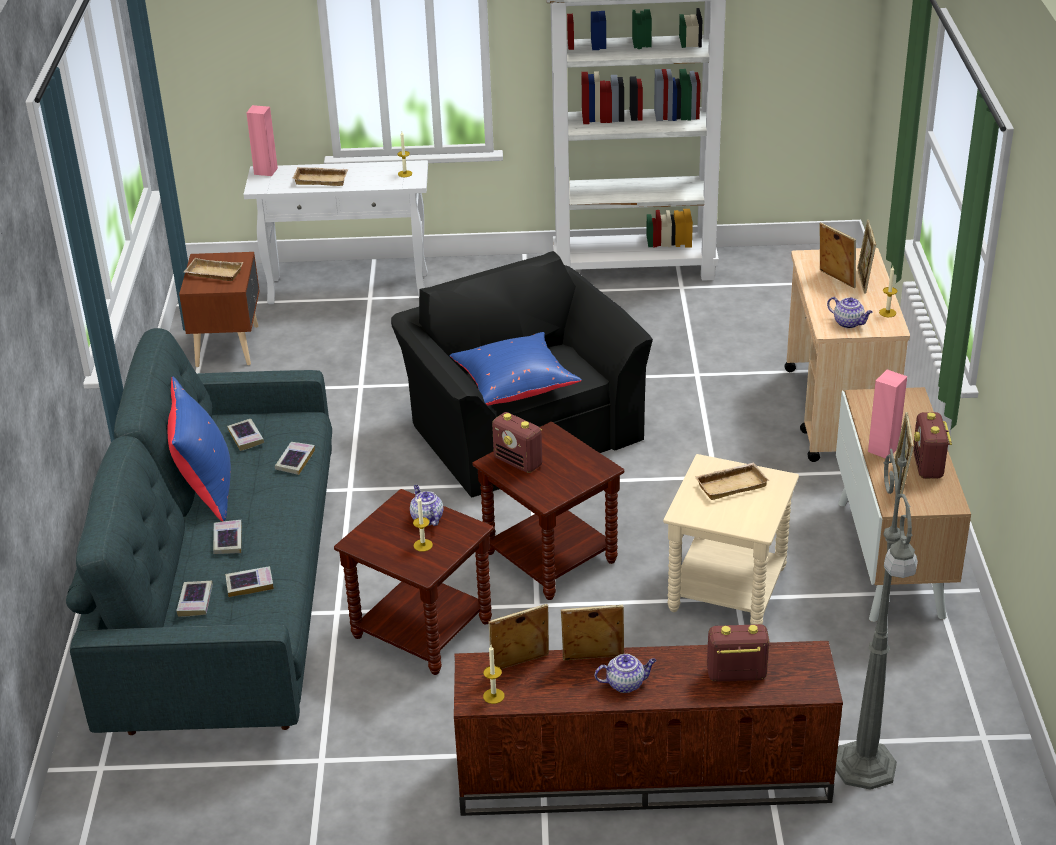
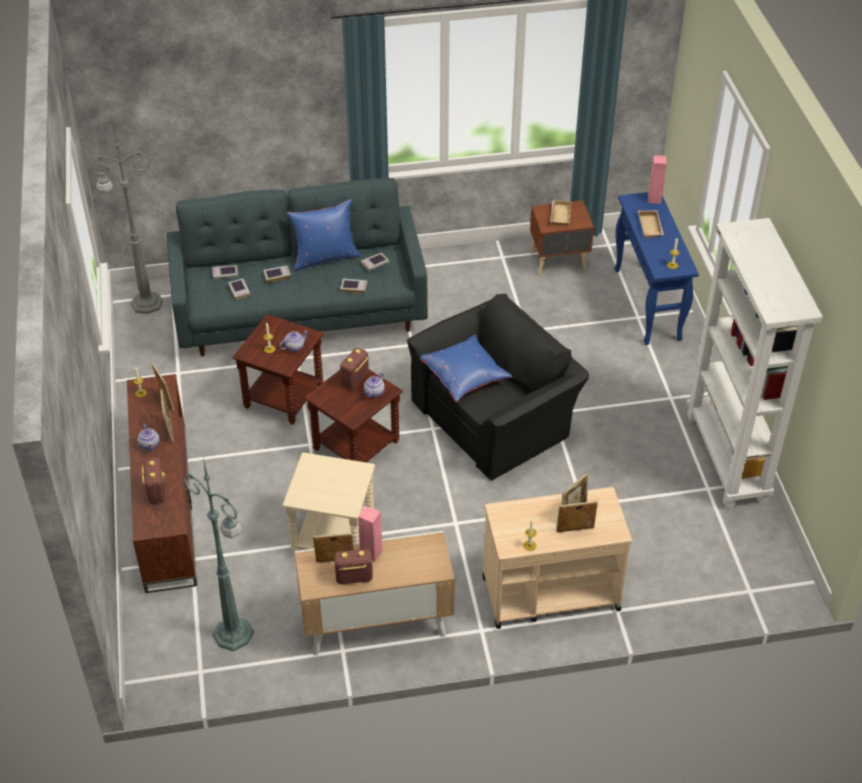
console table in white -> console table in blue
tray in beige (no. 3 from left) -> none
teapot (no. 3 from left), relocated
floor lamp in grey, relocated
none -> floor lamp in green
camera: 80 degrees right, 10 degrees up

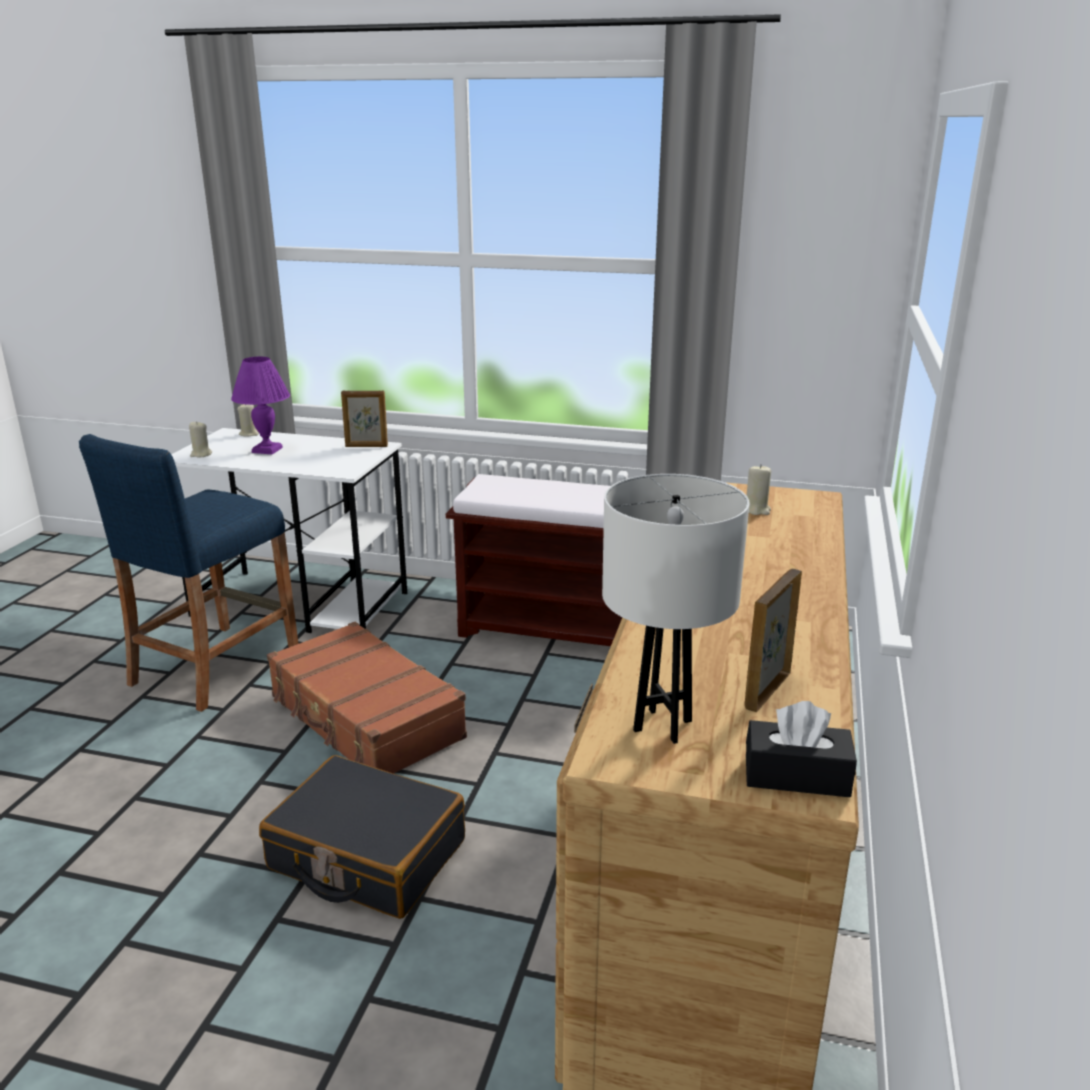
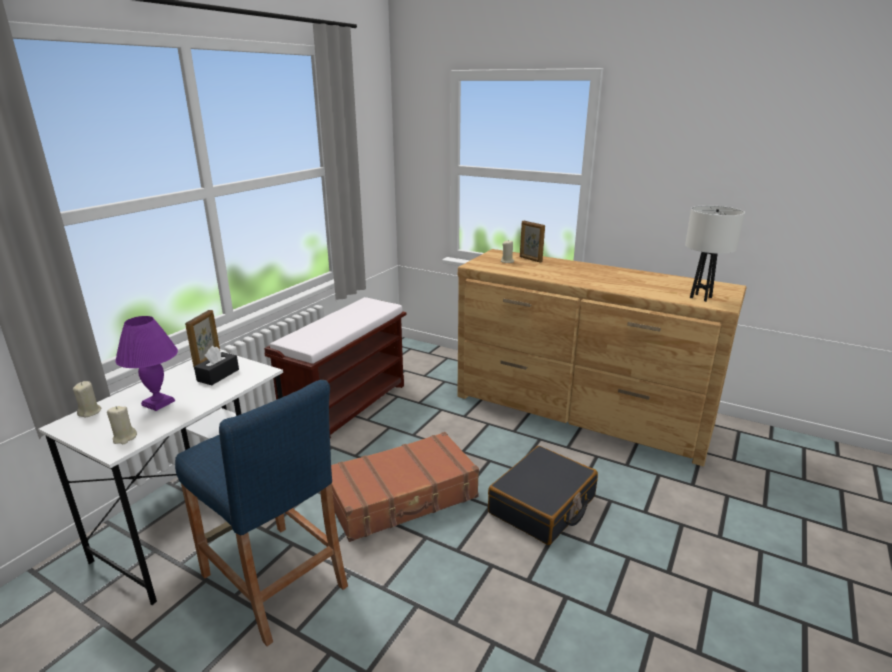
picture frame (no. 2 from left), relocated
tissue box in black, relocated
camera: 75 degrees left, 0 degrees up

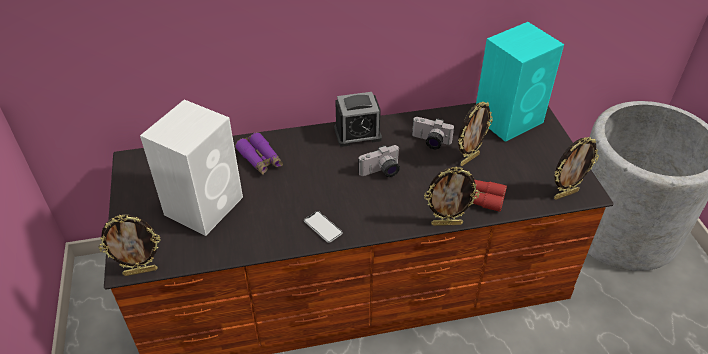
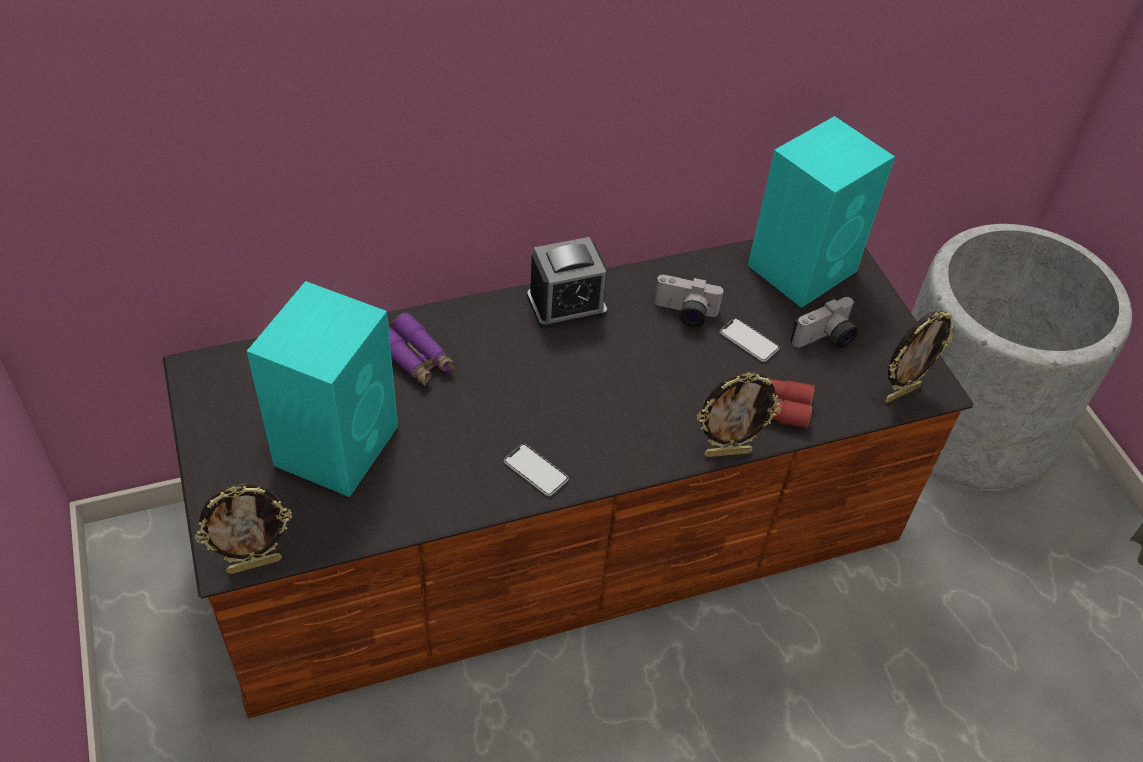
speaker in white -> speaker in turquoise (no. 1 from left)
photo camera (no. 1 from left in the first image) -> photo camera (no. 2 from left), relocated
picture frame (no. 3 from left) -> phone (no. 2 from left)
camera: 10 degrees left, 5 degrees up

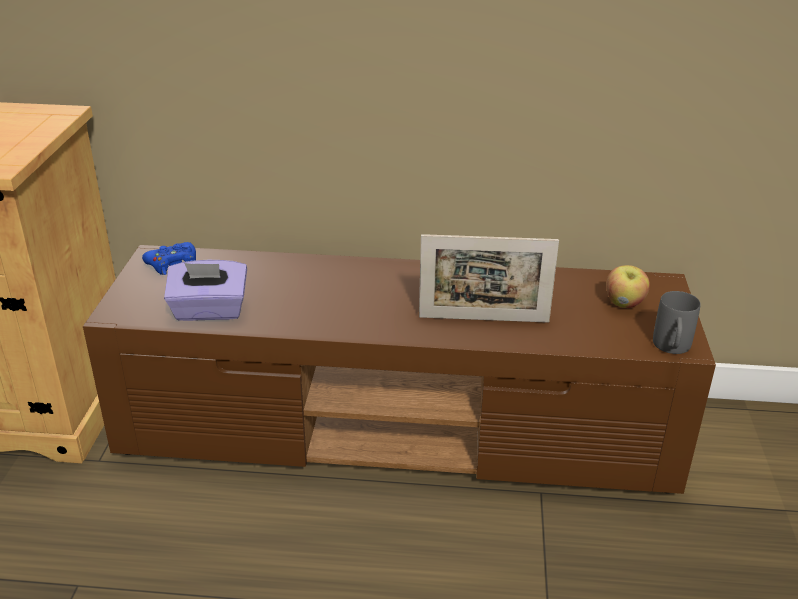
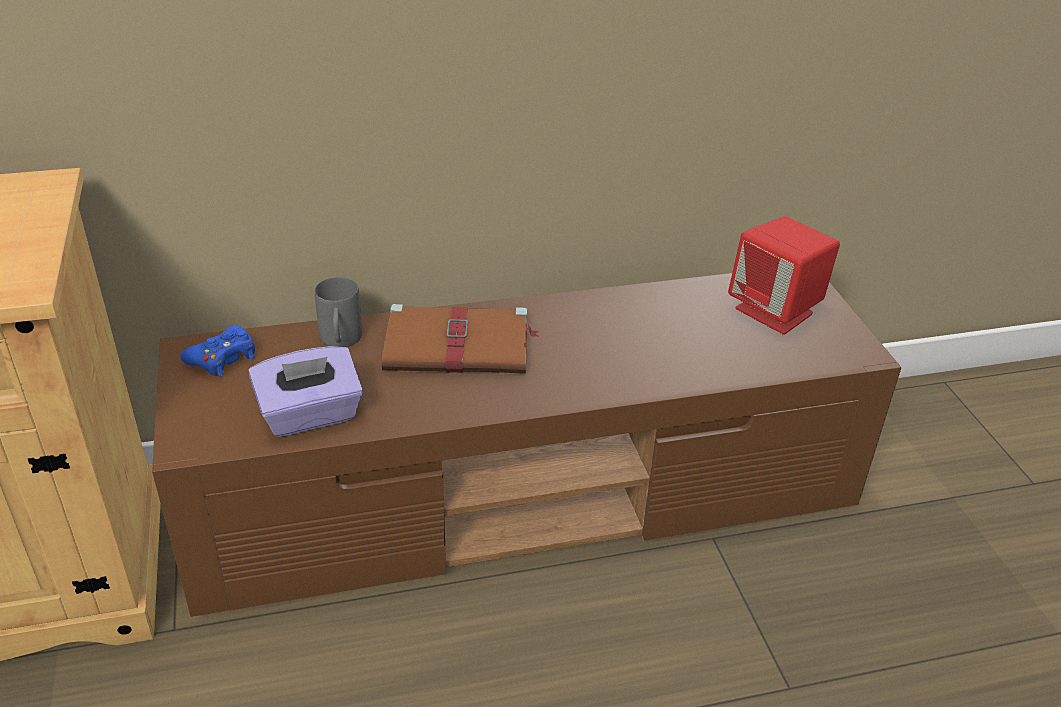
picture frame -> none
apple -> speaker in red
mug in grey, relocated
none -> book in brown
camera: 20 degrees left, 5 degrees up

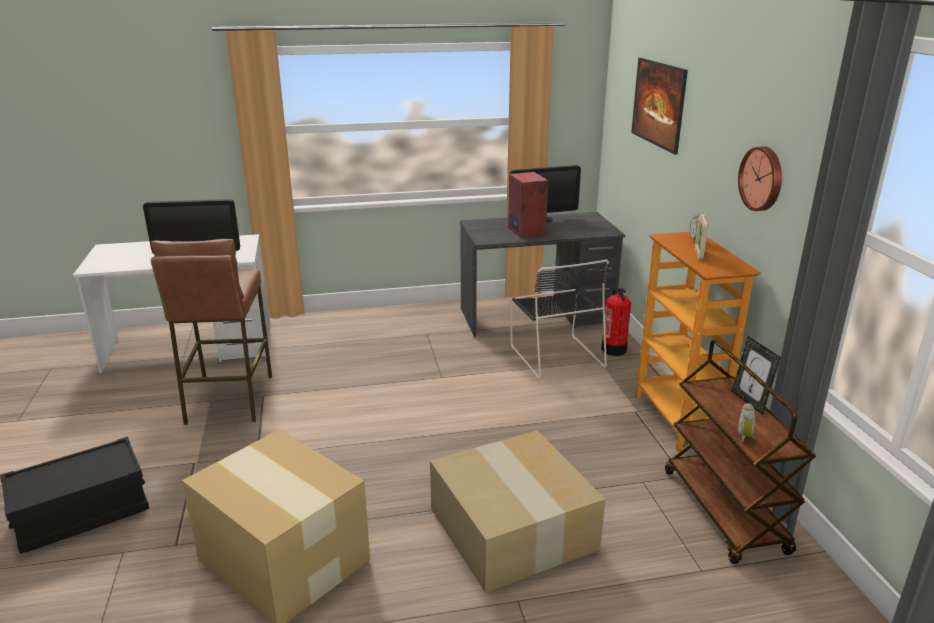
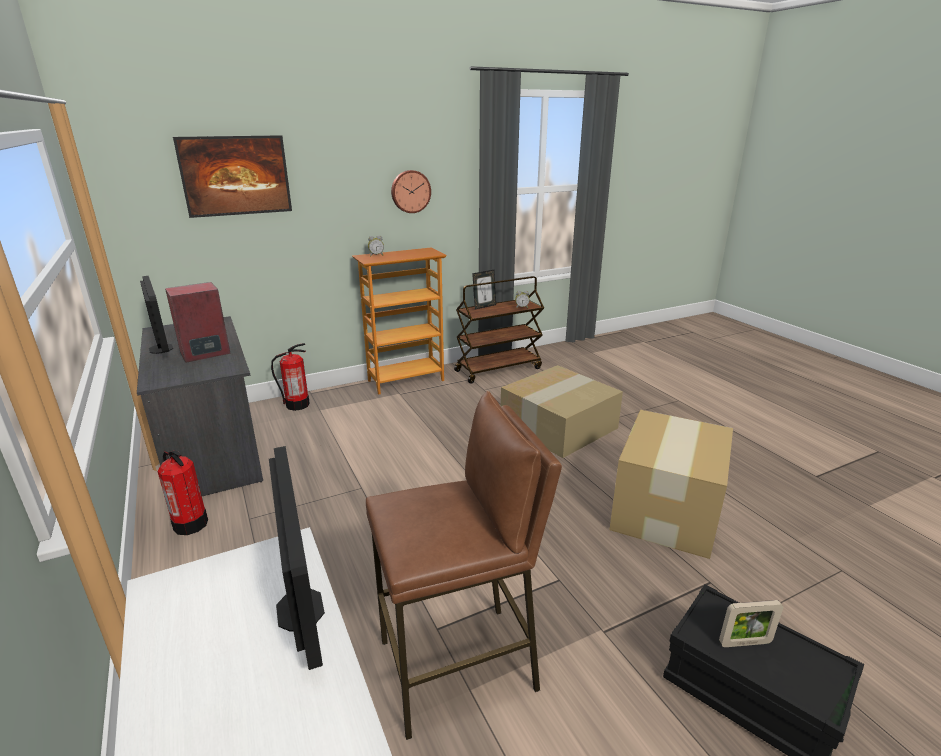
chair in black -> none
picture frame (no. 1 from left in the first image) -> picture frame (no. 2 from left), relocated
none -> fire extinguisher (no. 1 from left)
camera: 105 degrees left, 0 degrees up

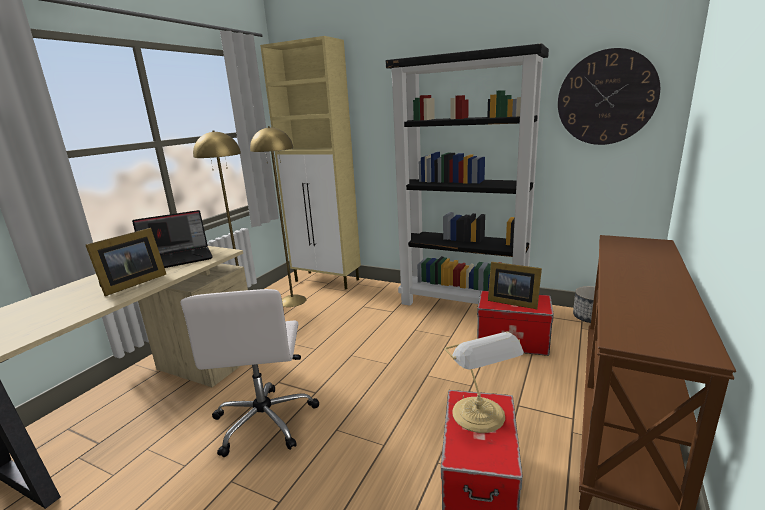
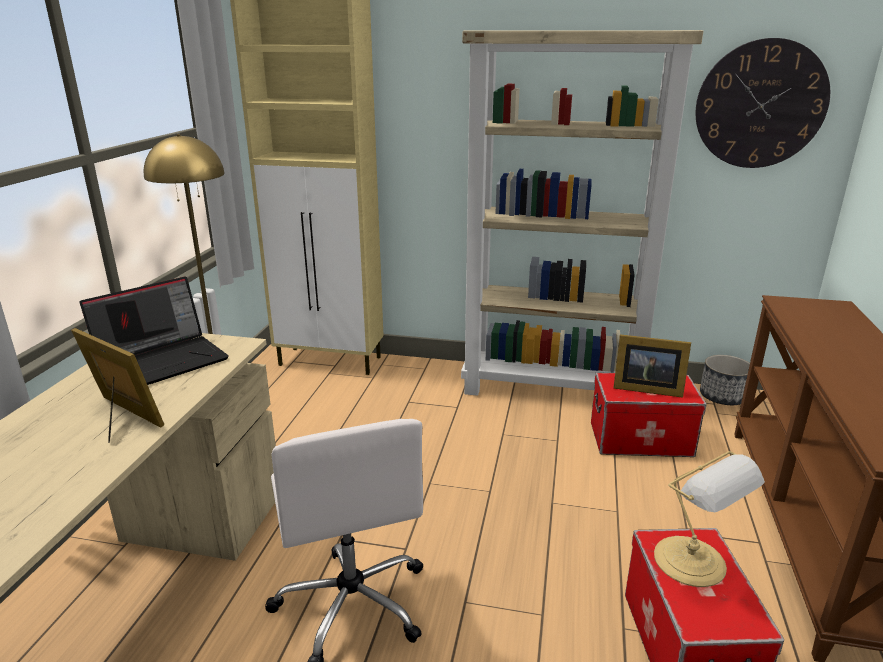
picture frame (no. 1 from left), 75 degrees counterclockwise
floor lamp in yellow (no. 2 from left) -> none
bookcase in black -> bookcase in beige
camera: 15 degrees left, 5 degrees up

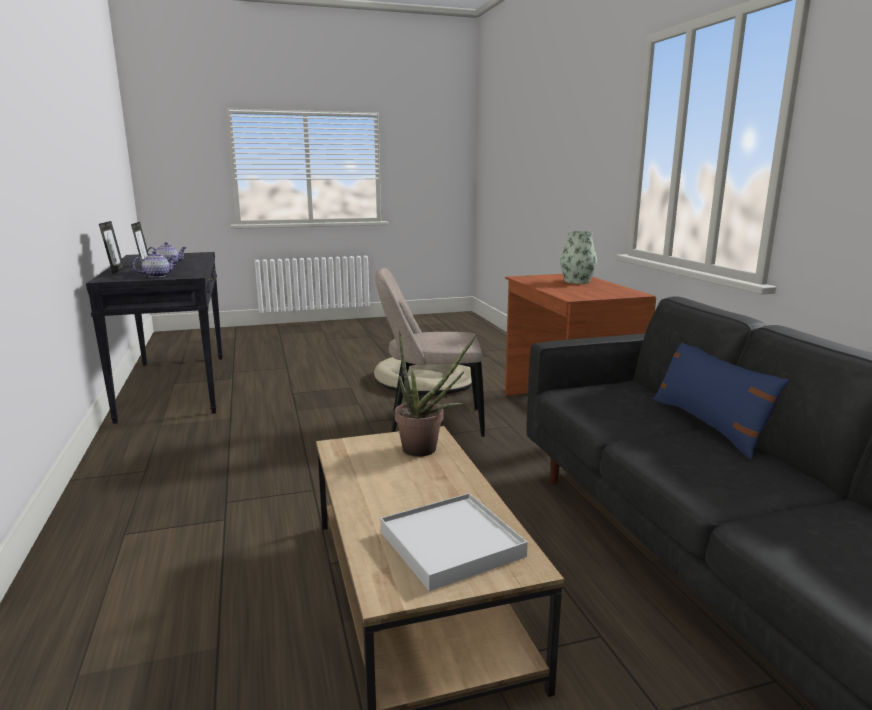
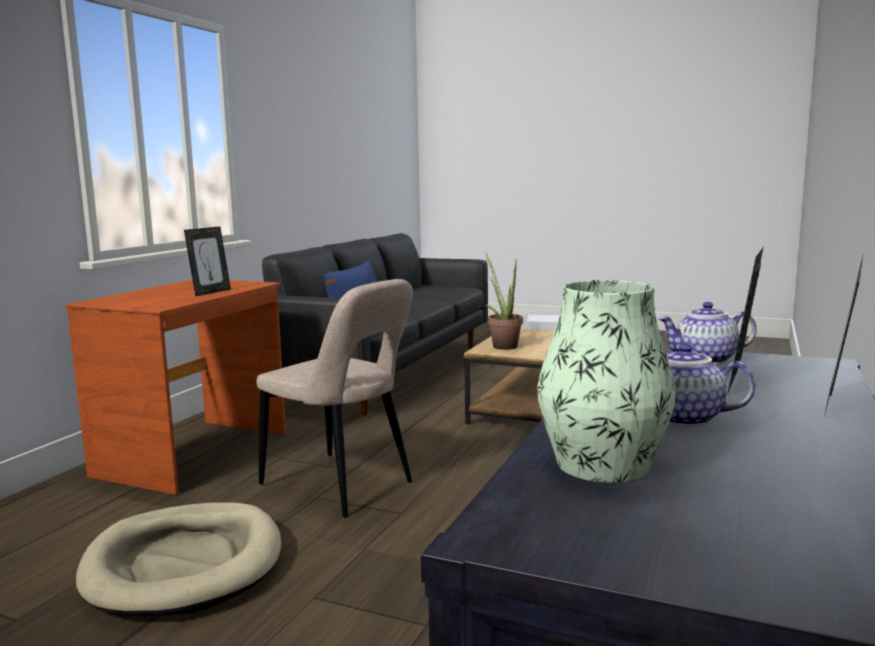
vase, relocated
none -> picture frame (no. 1 from left)
camera: 140 degrees left, 5 degrees down

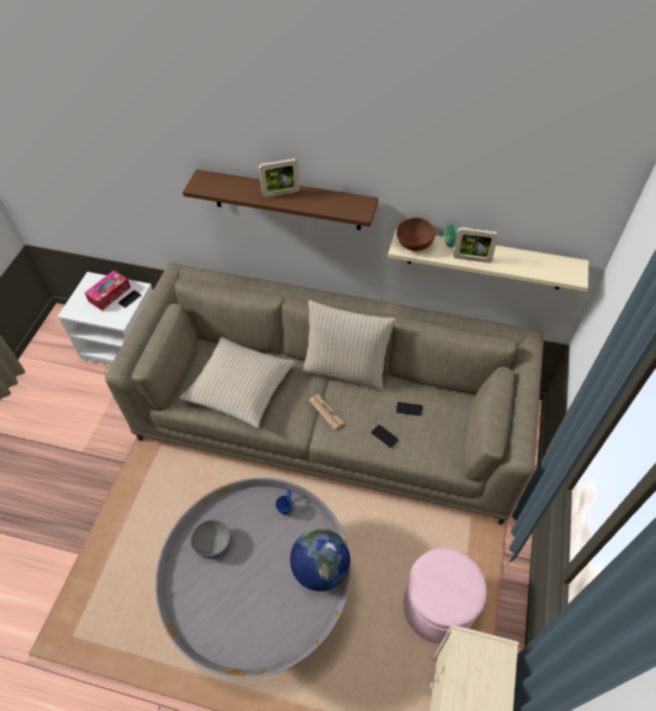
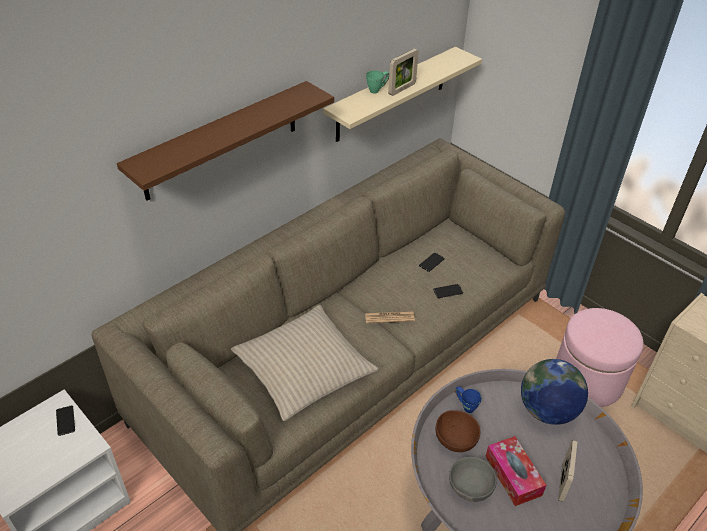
tissue box, relocated
picture frame (no. 1 from left in the first image) -> picture frame (no. 2 from left), relocated
pillow in beige (no. 2 from left) -> none
bowl in brown, relocated
camera: 60 degrees left, 10 degrees down

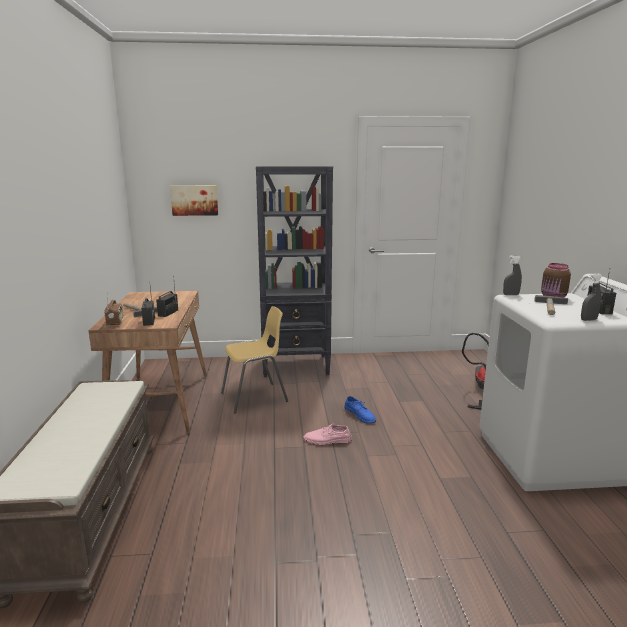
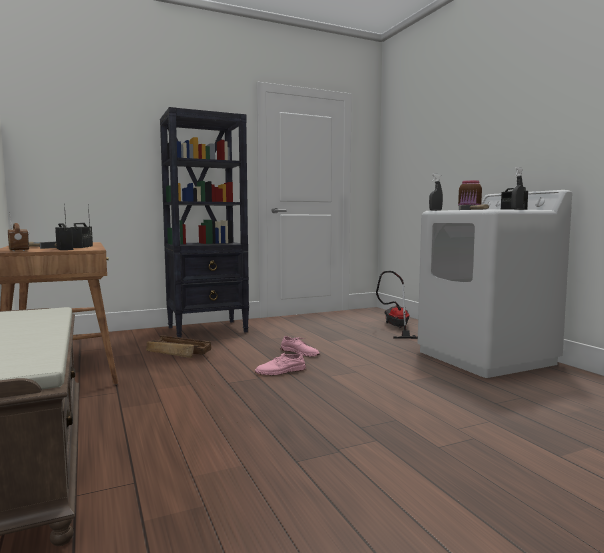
picture -> none
chair in yellow -> crate
shoe in blue -> shoe in pink (no. 2 from left)
camera: 20 degrees left, 10 degrees down

